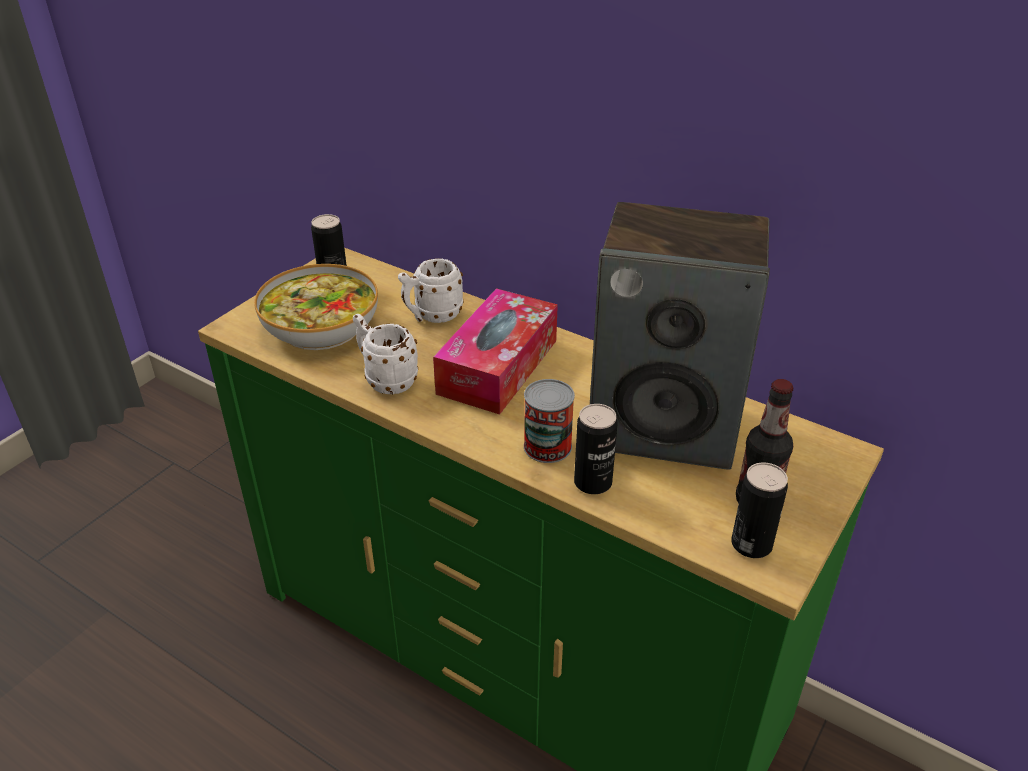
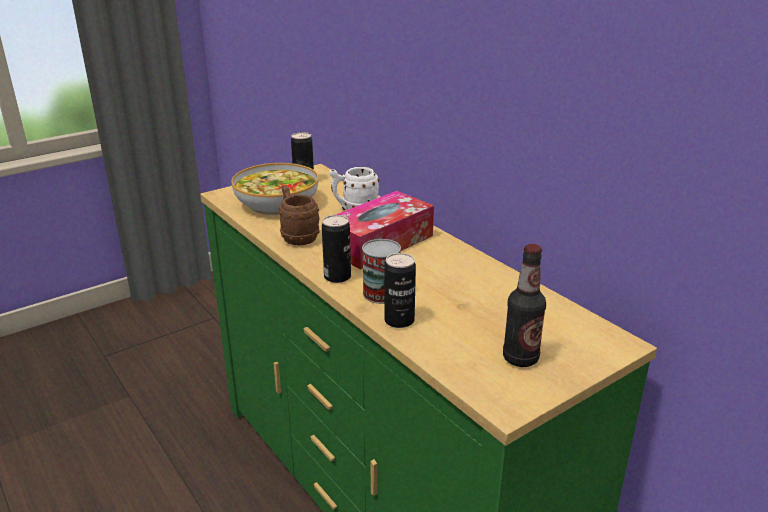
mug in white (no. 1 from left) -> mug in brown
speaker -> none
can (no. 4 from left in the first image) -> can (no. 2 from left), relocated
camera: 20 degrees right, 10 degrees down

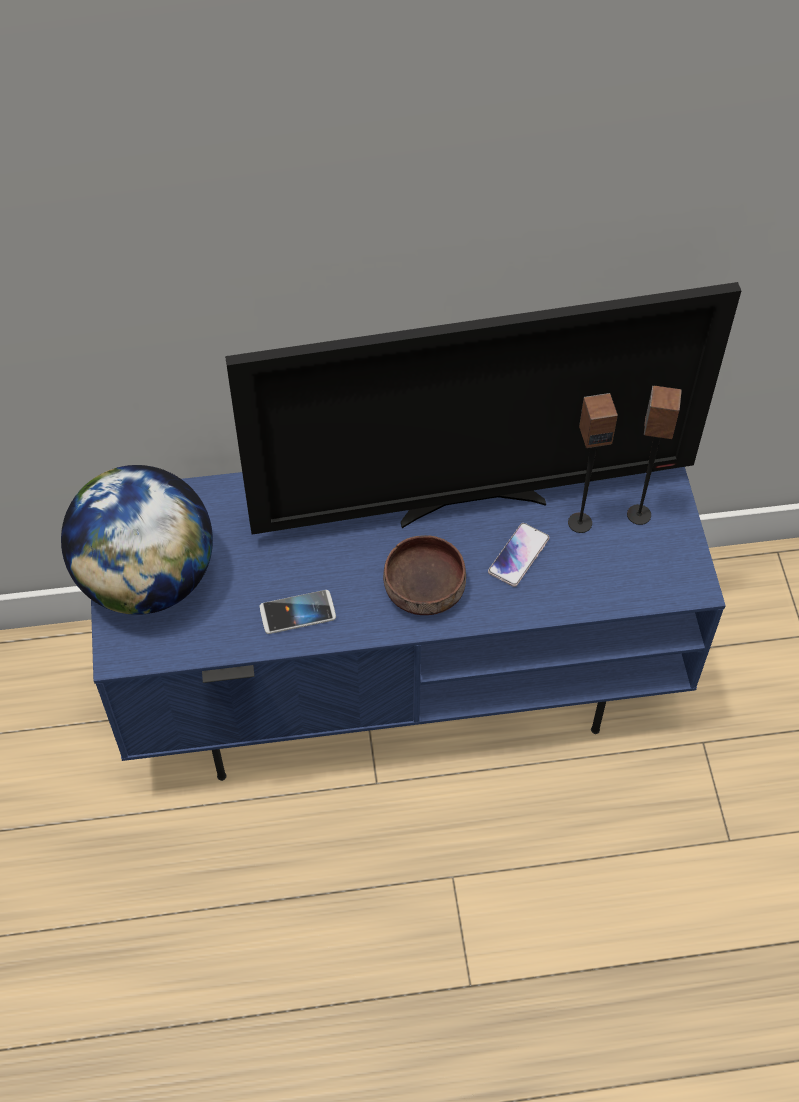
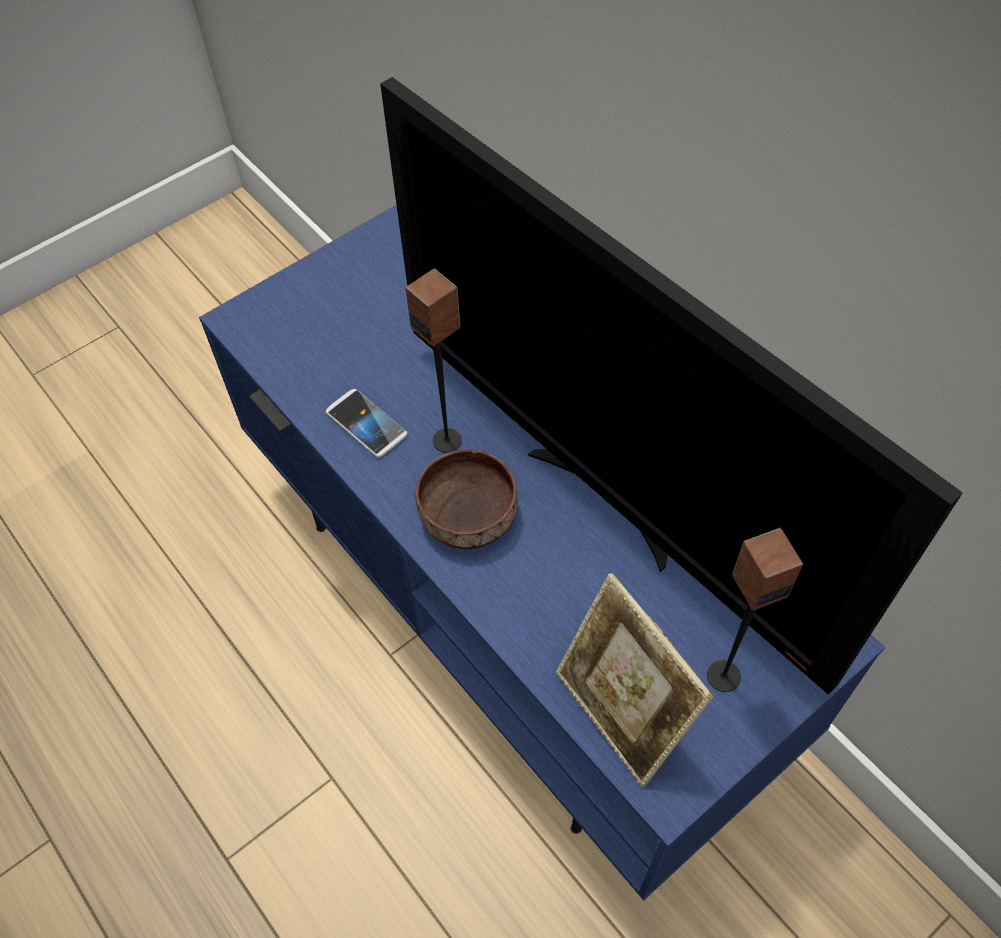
globe -> none
phone (no. 2 from left) -> none
speaker (no. 1 from left), relocated
none -> picture frame
camera: 60 degrees right, 0 degrees up

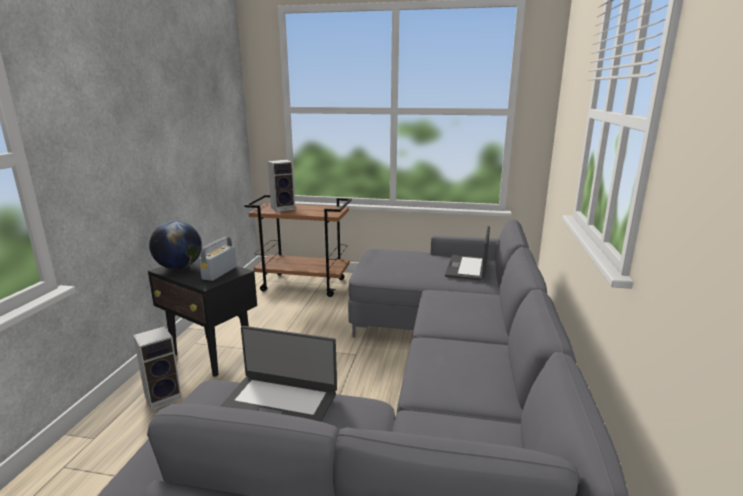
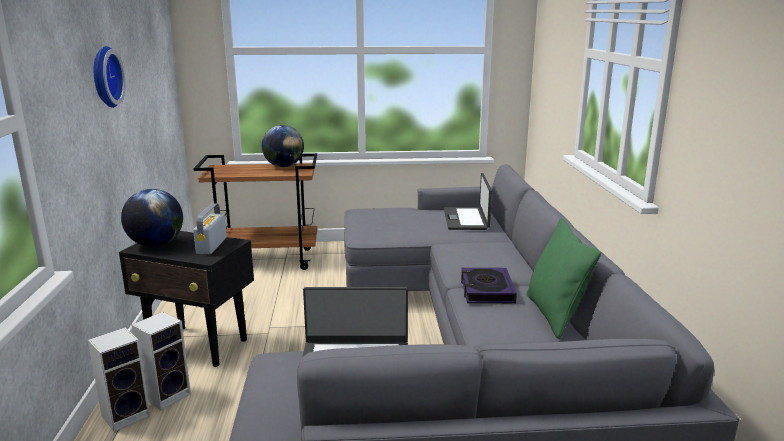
speaker (no. 2 from left in the first image) -> speaker (no. 1 from left), relocated
none -> wall clock
none -> globe (no. 2 from left)
none -> book
none -> pillow in green
camera: 15 degrees left, 0 degrees up

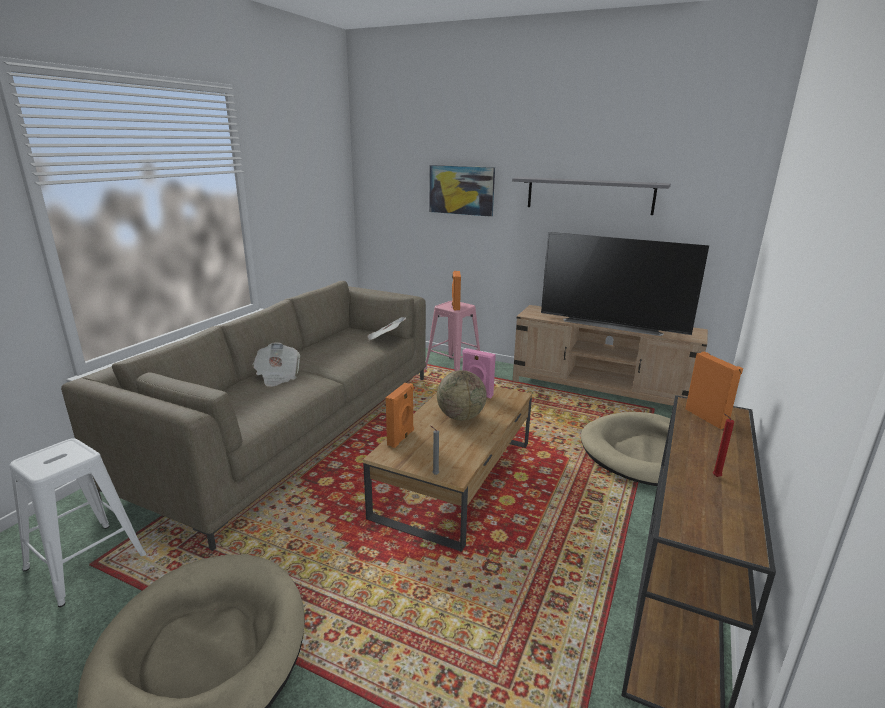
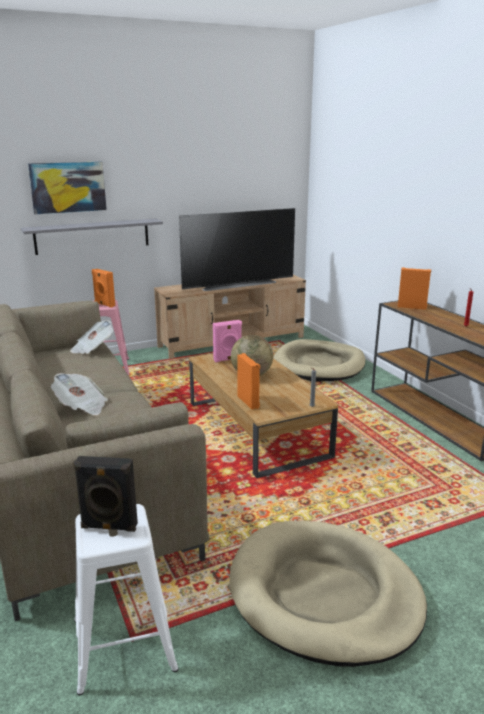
shelf in grey, relocated
none -> speaker in black
camera: 50 degrees left, 0 degrees up

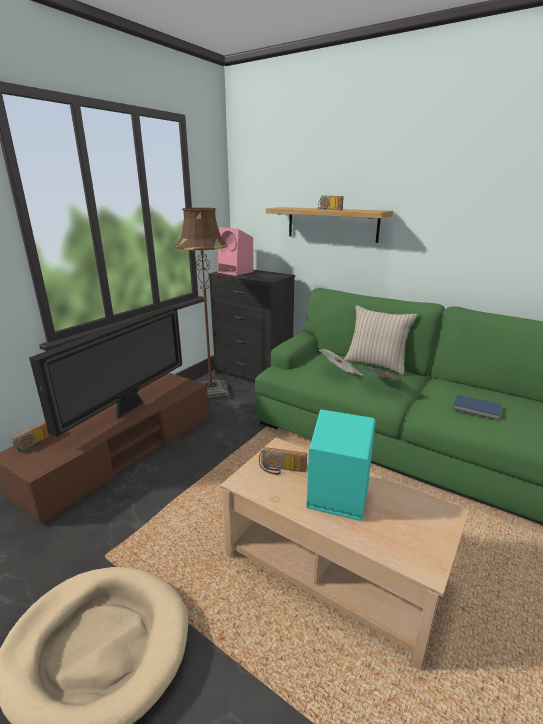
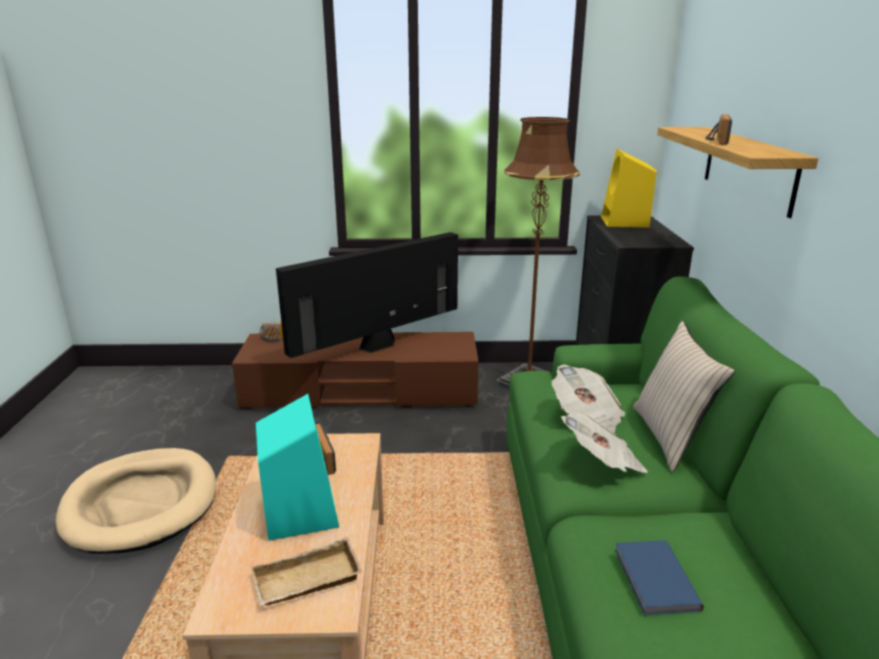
television, 150 degrees clockwise
speaker in pink -> speaker in yellow
none -> tray in beige
camera: 55 degrees right, 0 degrees up

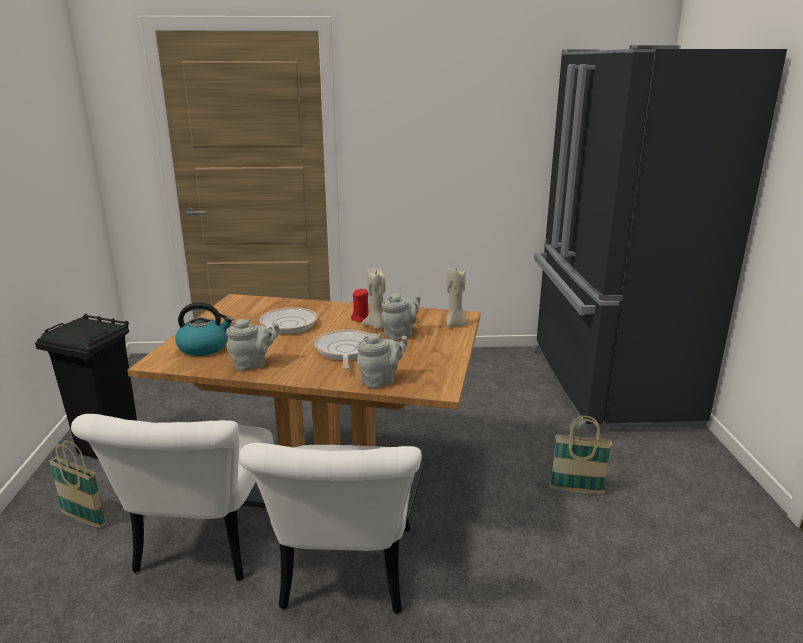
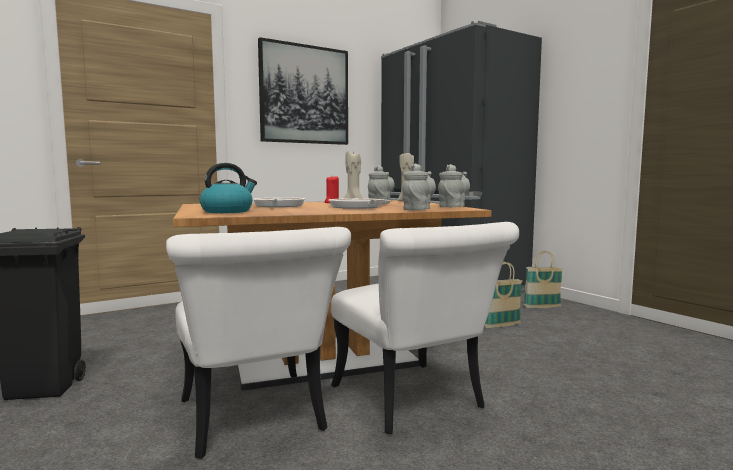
basket (no. 1 from left in the first image) -> basket (no. 2 from left), relocated
teapot in grey (no. 1 from left in the first image) -> teapot in grey (no. 3 from left), relocated
none -> picture
camera: 30 degrees left, 15 degrees down

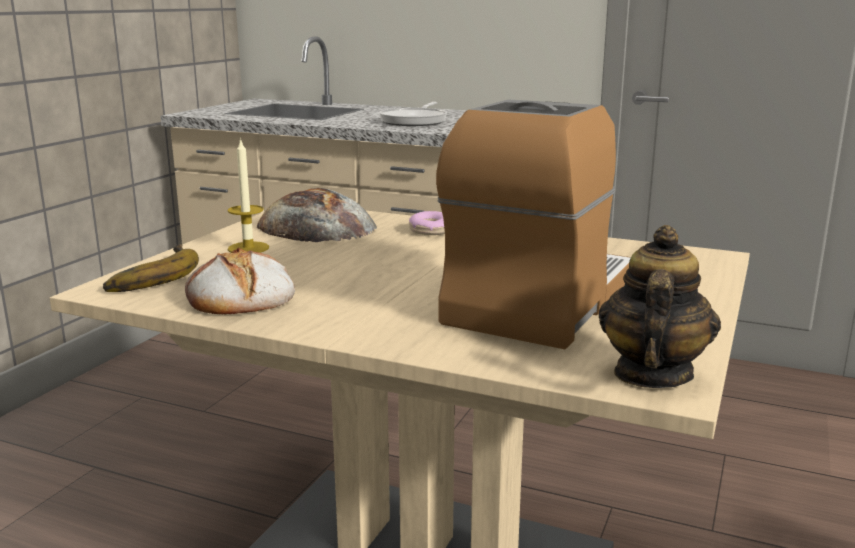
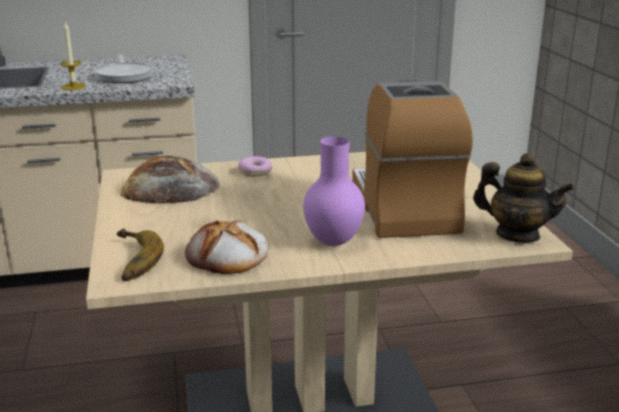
candle, relocated
teapot, 135 degrees clockwise
none -> vase in purple
camera: 35 degrees left, 5 degrees up

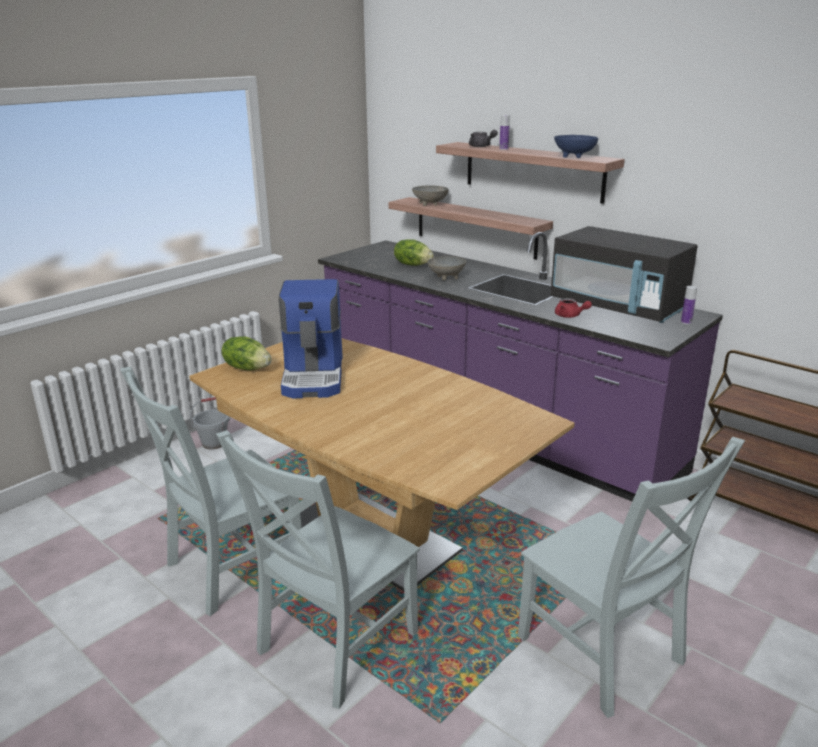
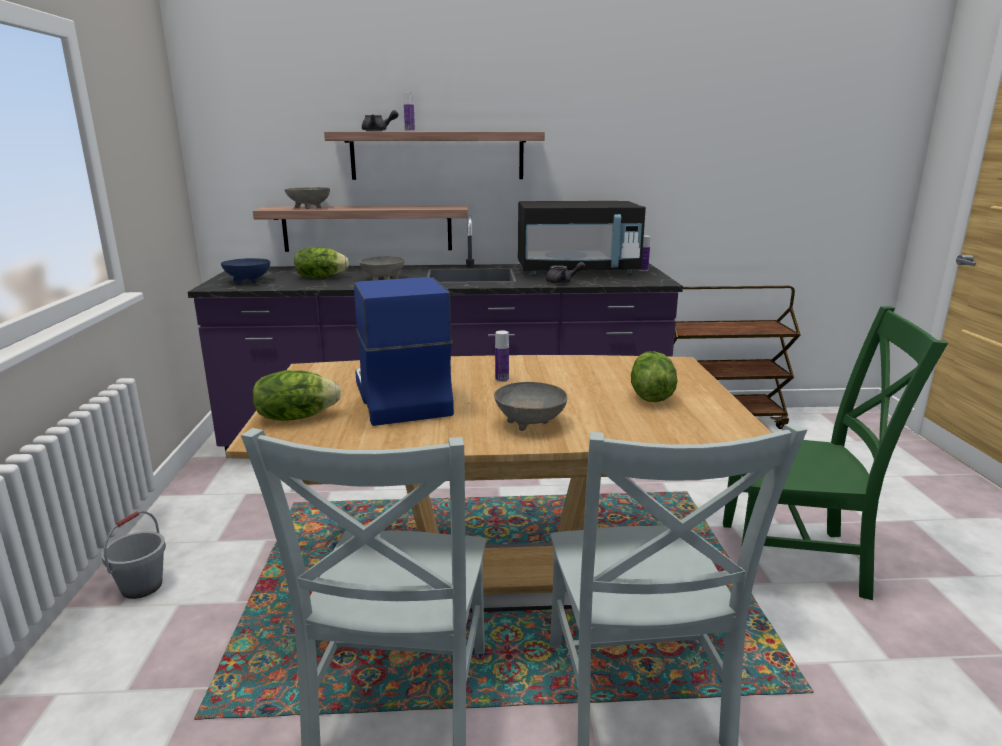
coffee machine, 150 degrees counterclockwise
chair in grey (no. 3 from left) -> chair in green
bowl in blue, relocated
teapot in red -> teapot in grey (no. 2 from left)
none -> bowl in grey (no. 3 from left)
none -> bottle (no. 2 from left)
none -> lettuce (no. 3 from left)
camera: 45 degrees left, 5 degrees down

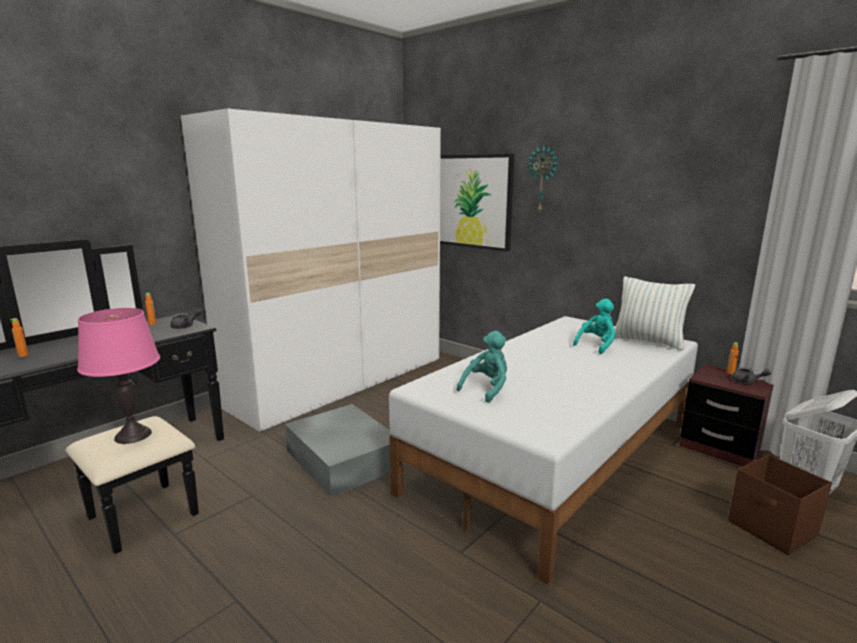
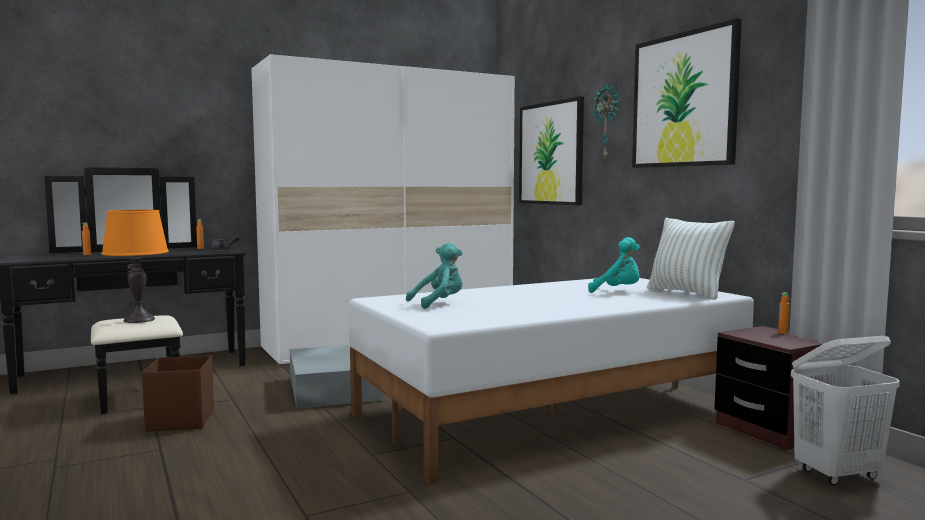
table lamp in pink -> table lamp in orange
plush toy in turquoise (no. 2 from left), 45 degrees clockwise
storage box in brown, relocated
teapot in grey (no. 2 from left) -> none
none -> picture (no. 2 from left)
camera: 20 degrees right, 10 degrees down

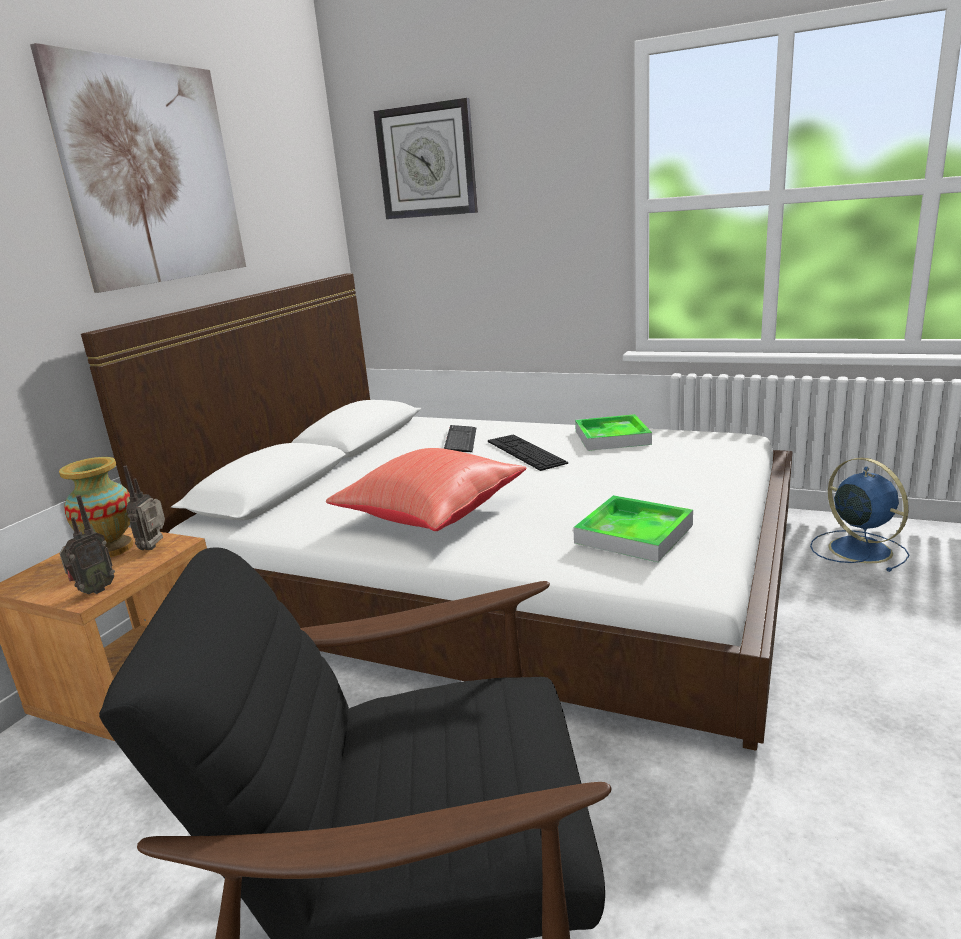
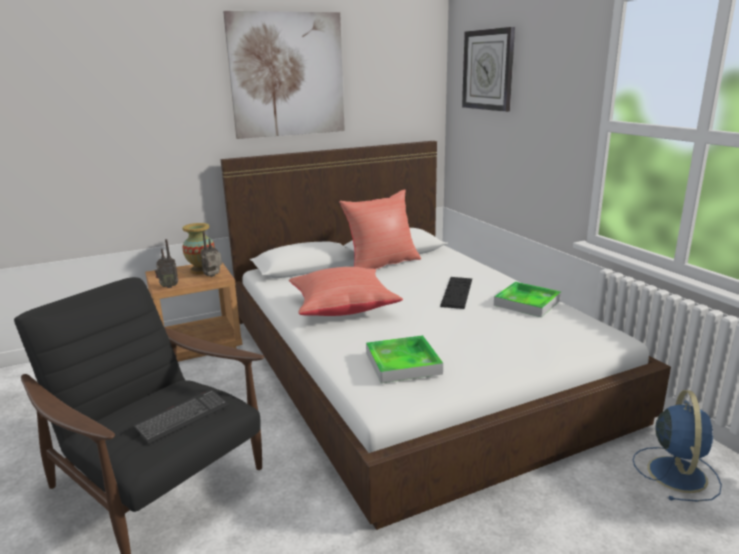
keyboard (no. 1 from left), relocated
none -> pillow in red (no. 2 from left)
camera: 40 degrees right, 0 degrees up

